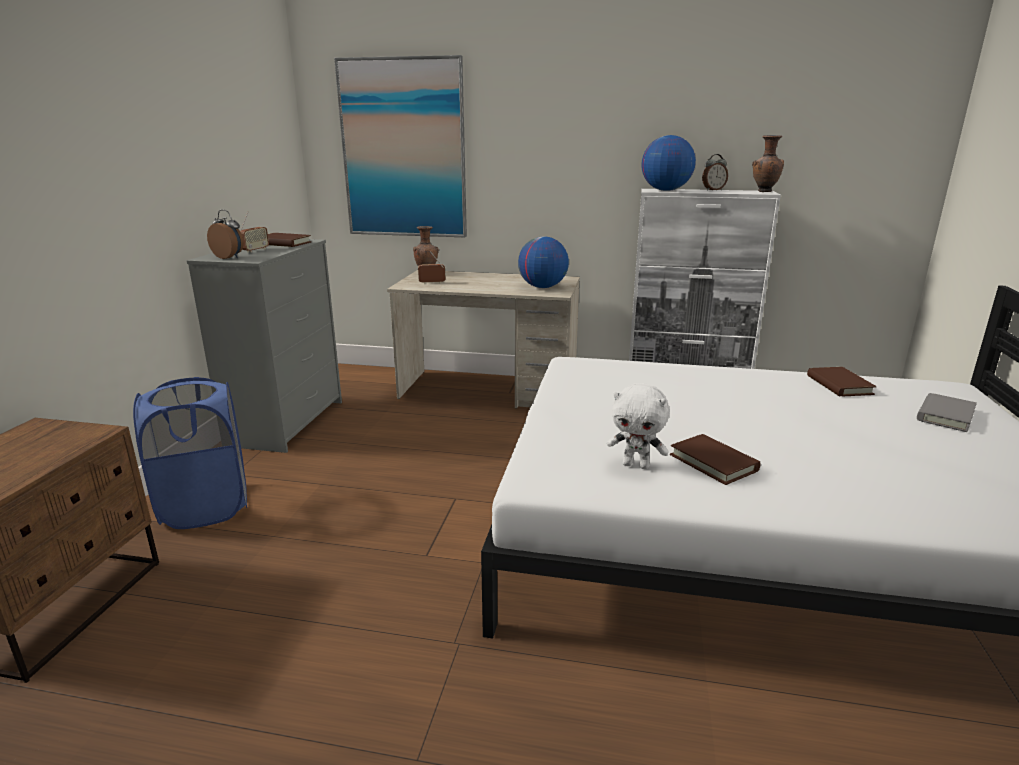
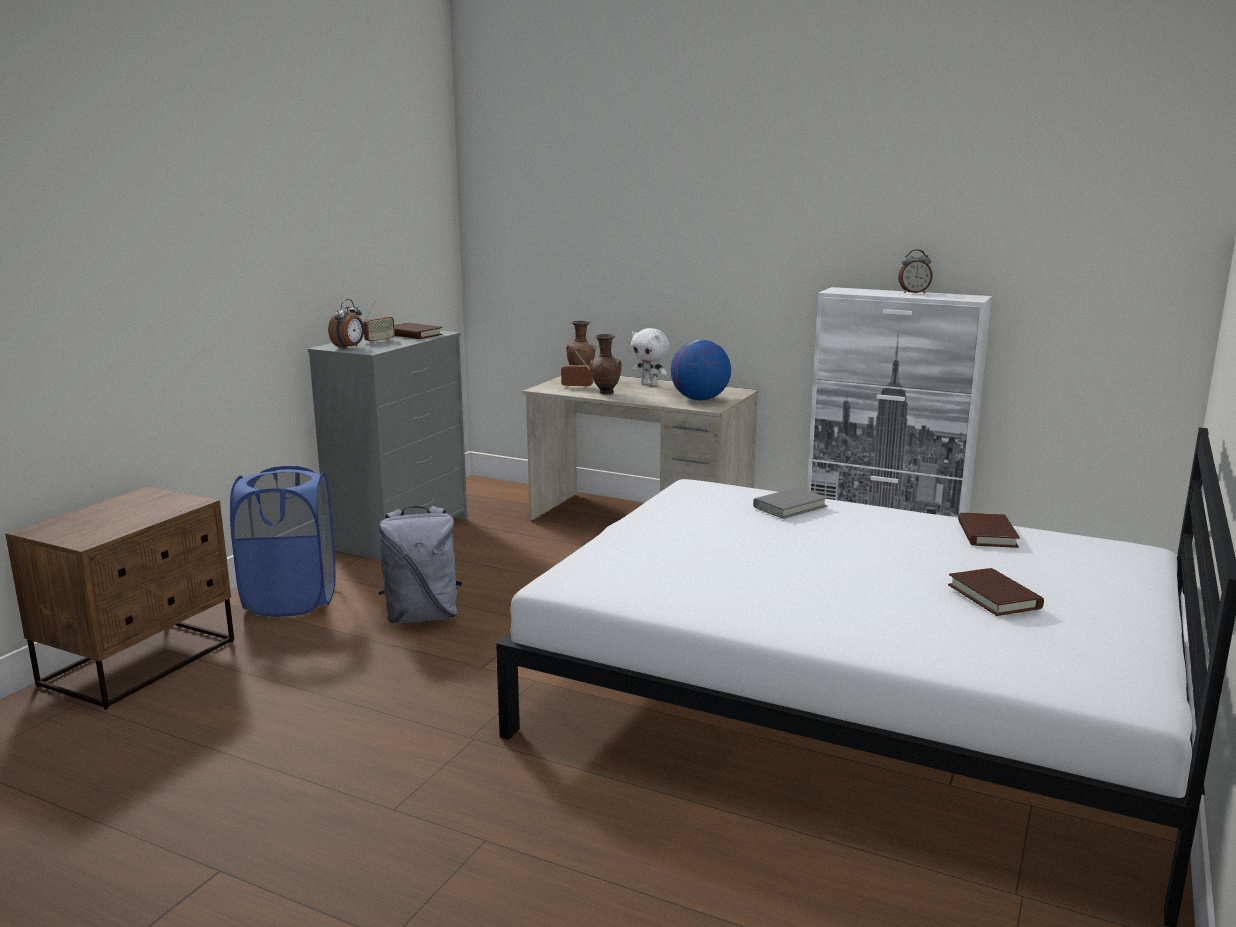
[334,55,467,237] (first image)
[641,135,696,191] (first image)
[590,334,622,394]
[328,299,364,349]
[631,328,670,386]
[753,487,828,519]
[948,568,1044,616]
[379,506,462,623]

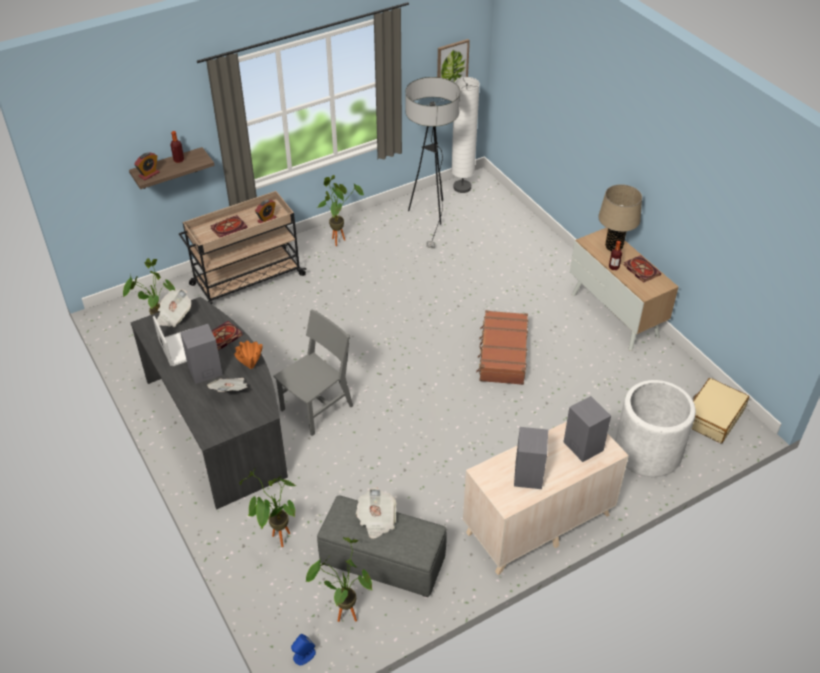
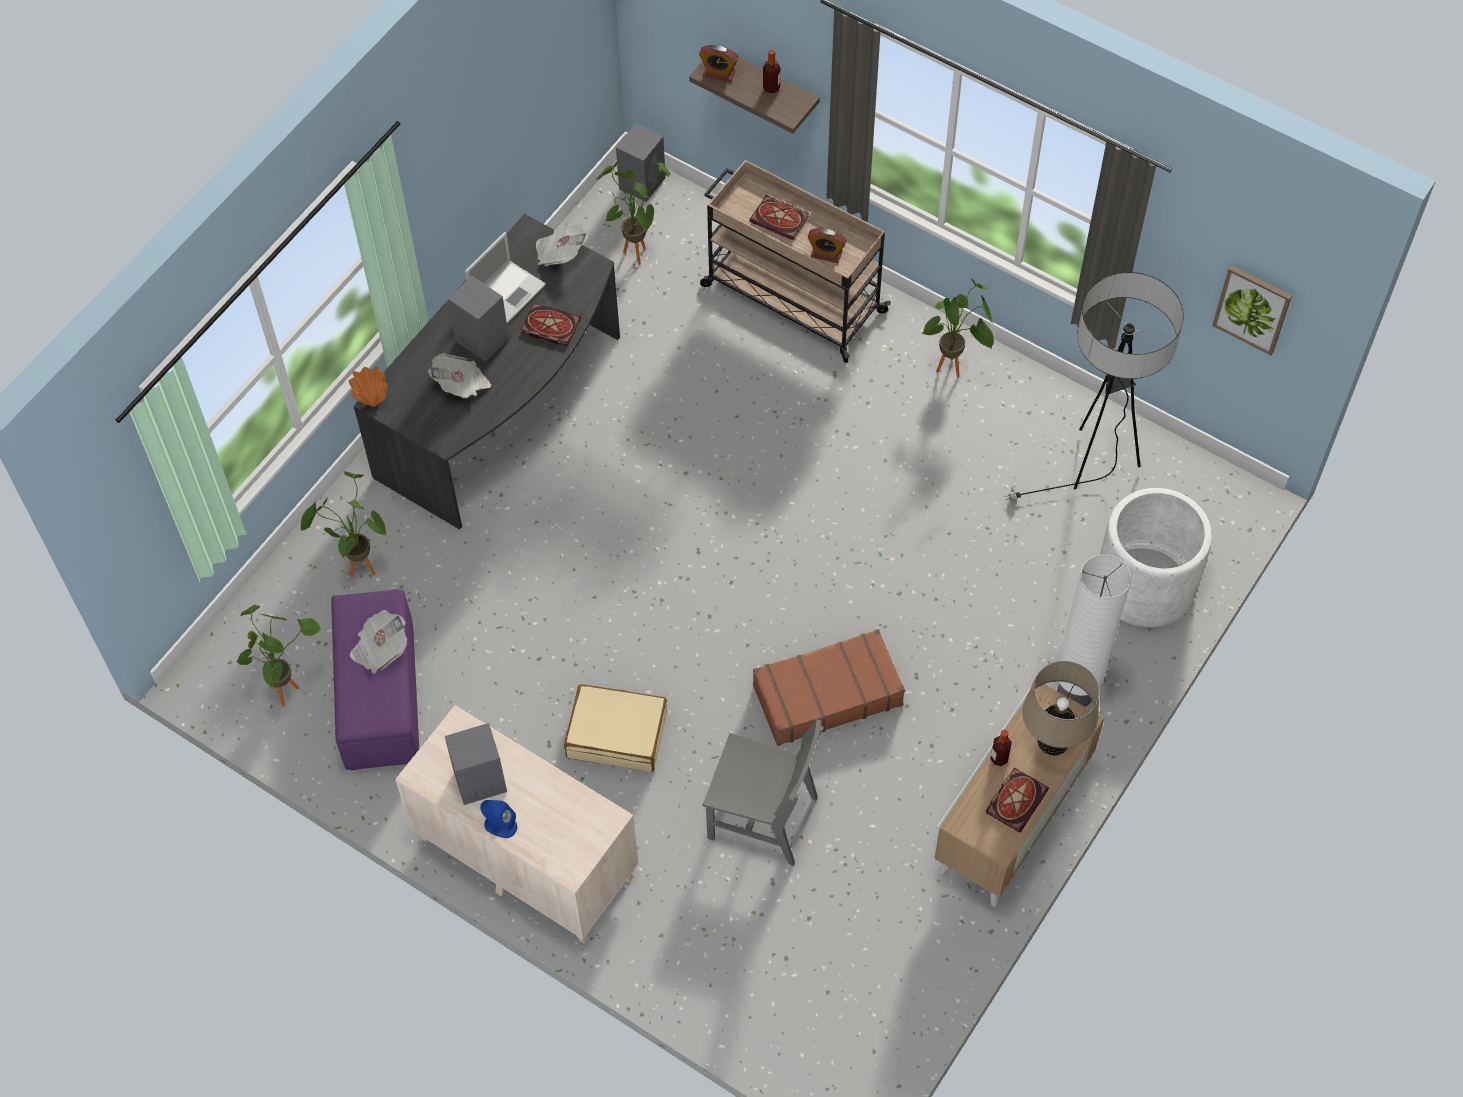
[1058,555,1131,707]
[702,719,824,866]
[348,366,388,407]
[564,684,667,772]
[1100,488,1212,627]
[616,123,666,202]
[331,589,419,770]
[480,800,517,838]

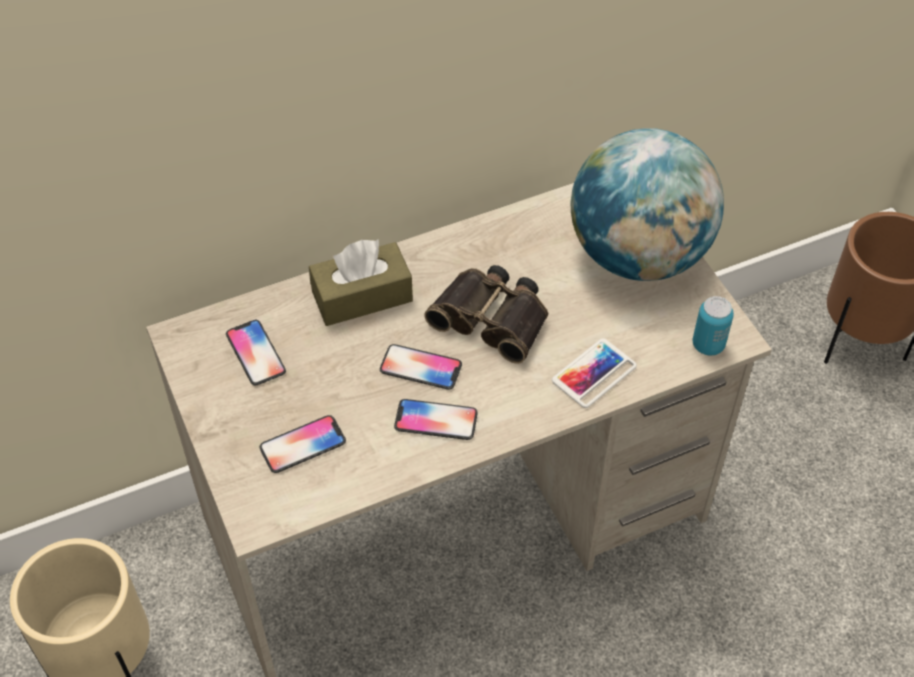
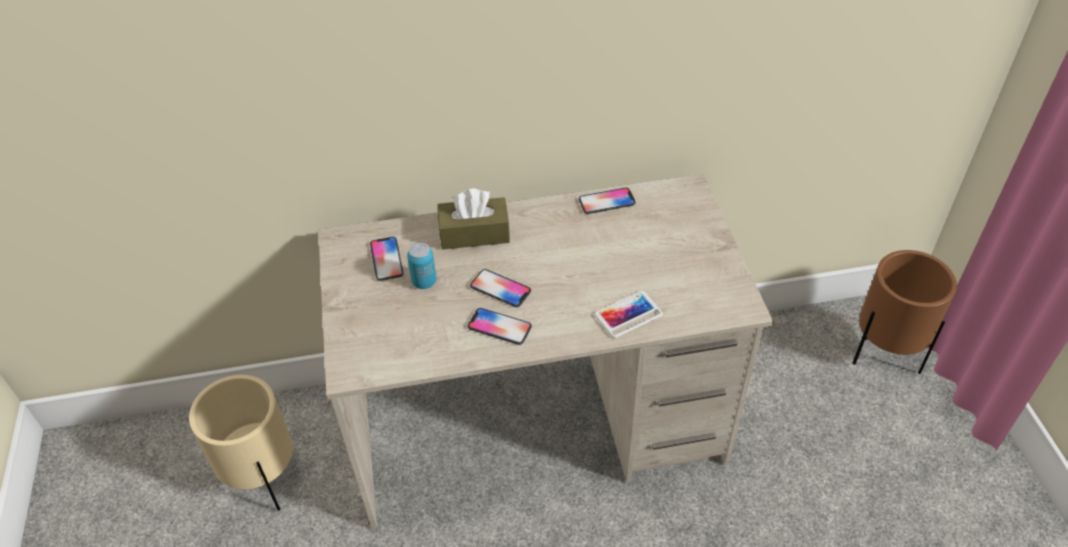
[571,128,724,281] (first image)
[424,265,548,364] (first image)
[407,243,436,289]
[579,188,636,214]

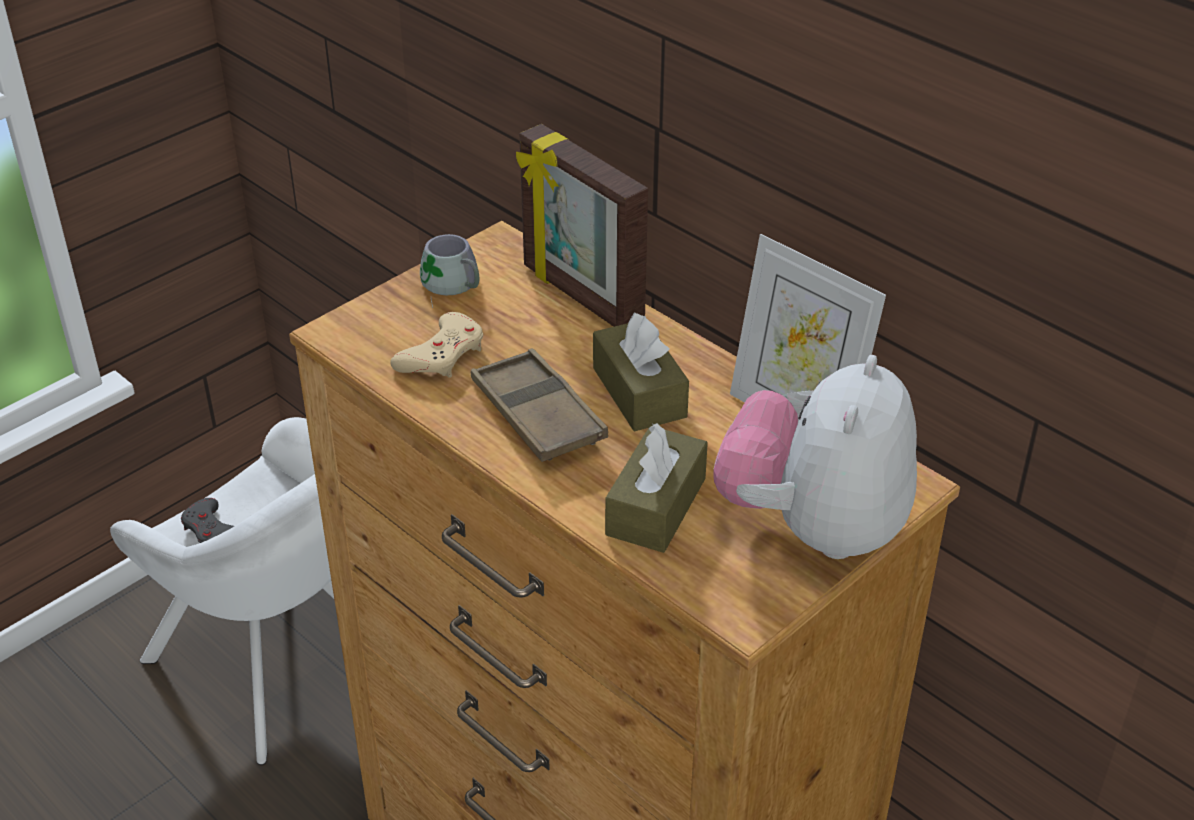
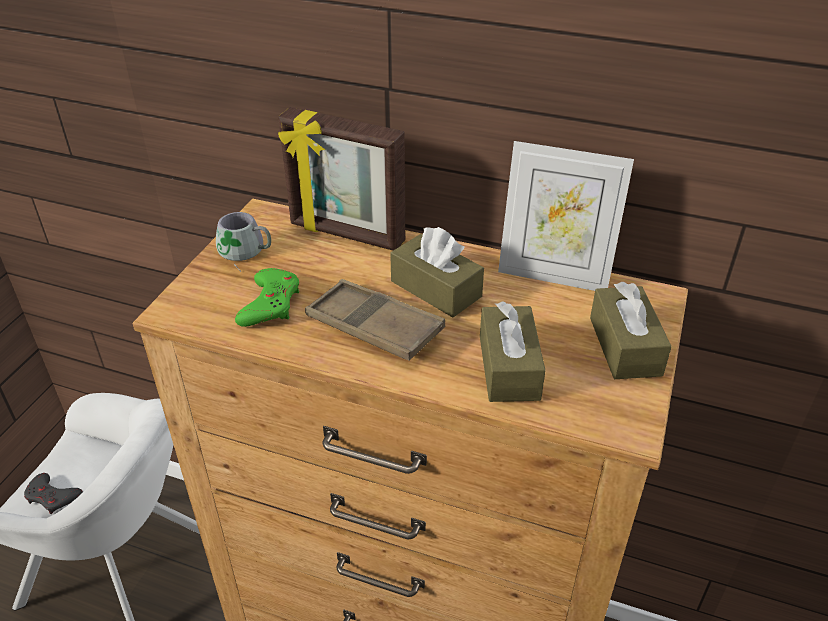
[235,268,299,327]
[590,282,672,379]

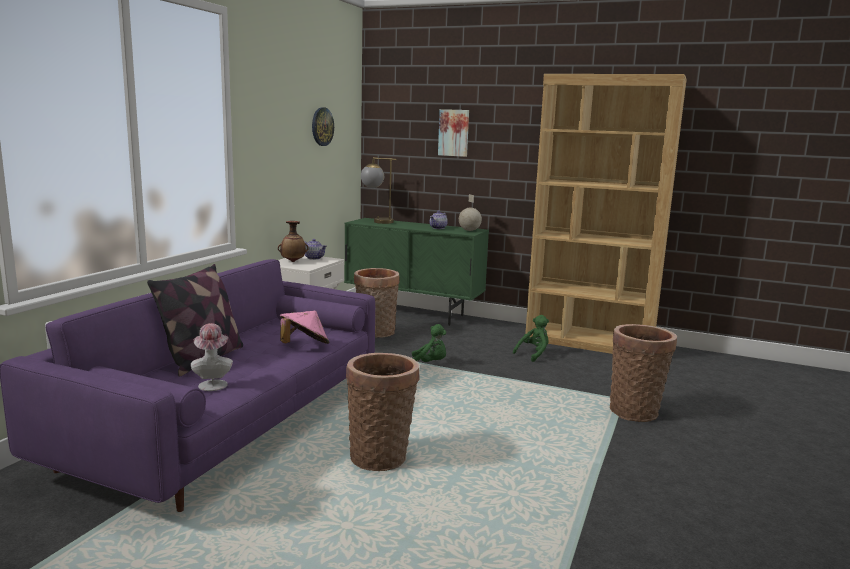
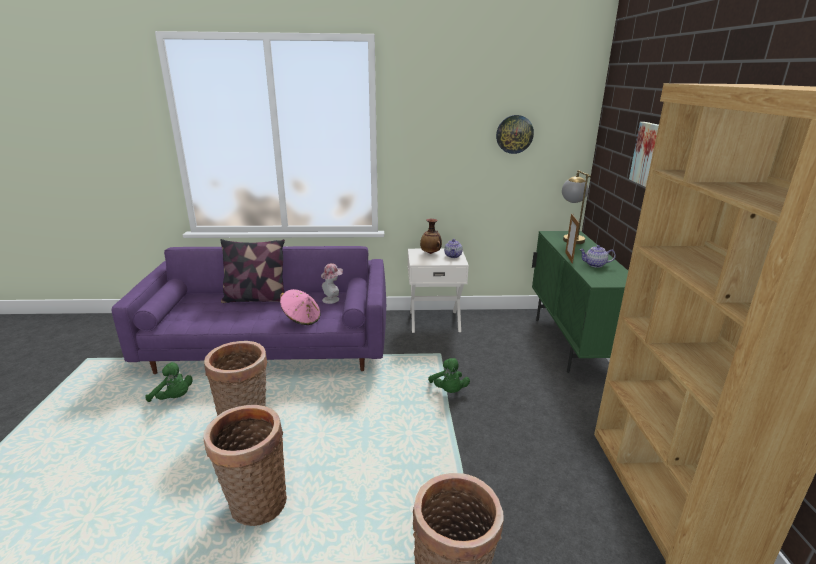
[459,194,482,231] (first image)
[203,405,287,526]
[145,362,193,402]
[321,263,343,304]
[565,214,579,264]

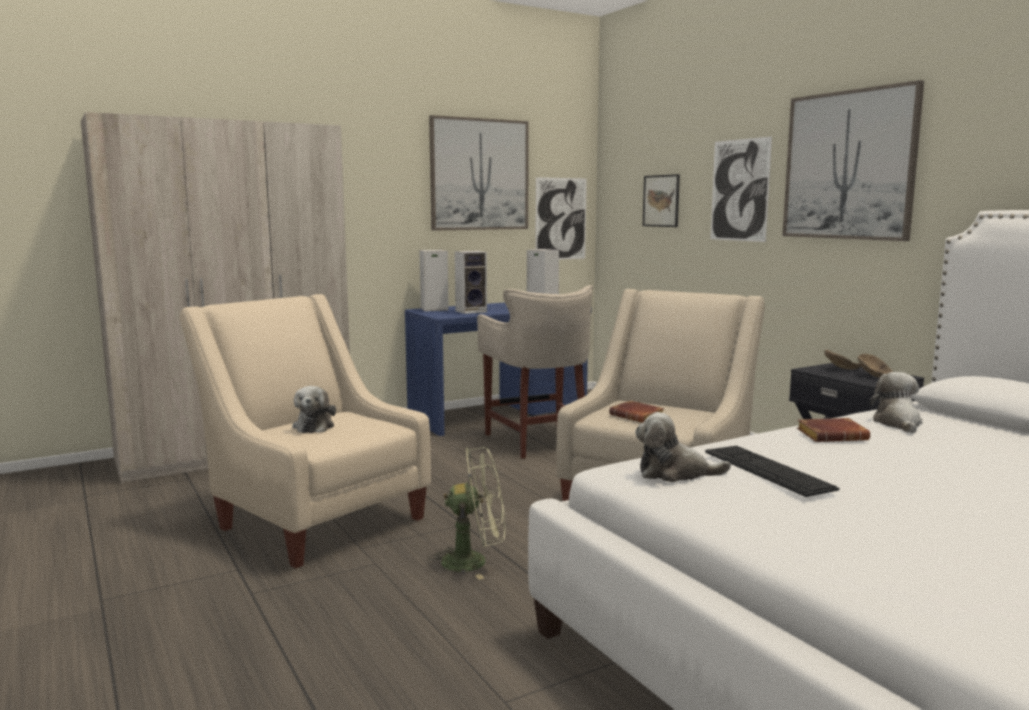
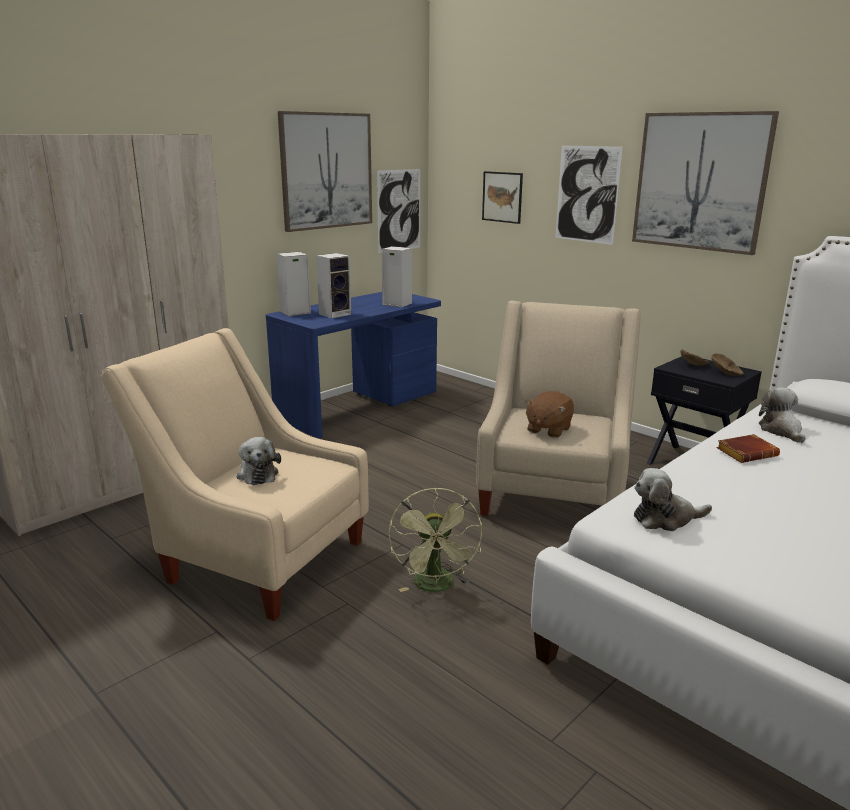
[477,285,593,459] (first image)
[525,391,574,438]
[705,446,840,497] (first image)
[388,487,482,592]

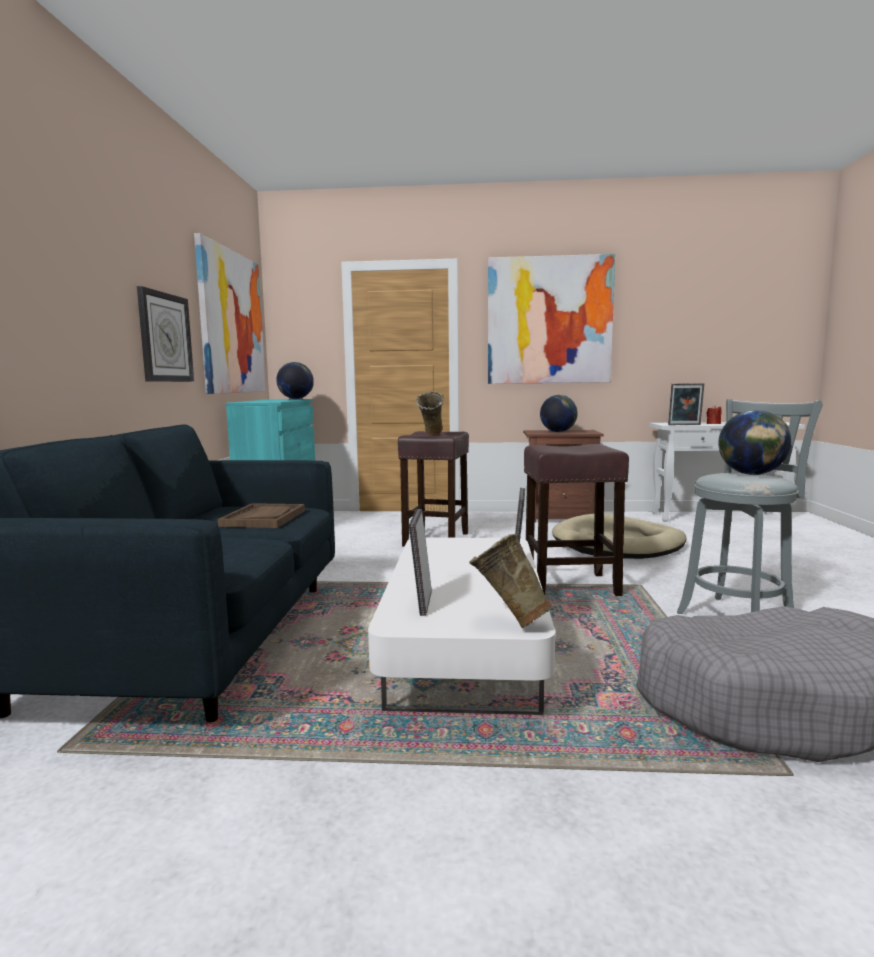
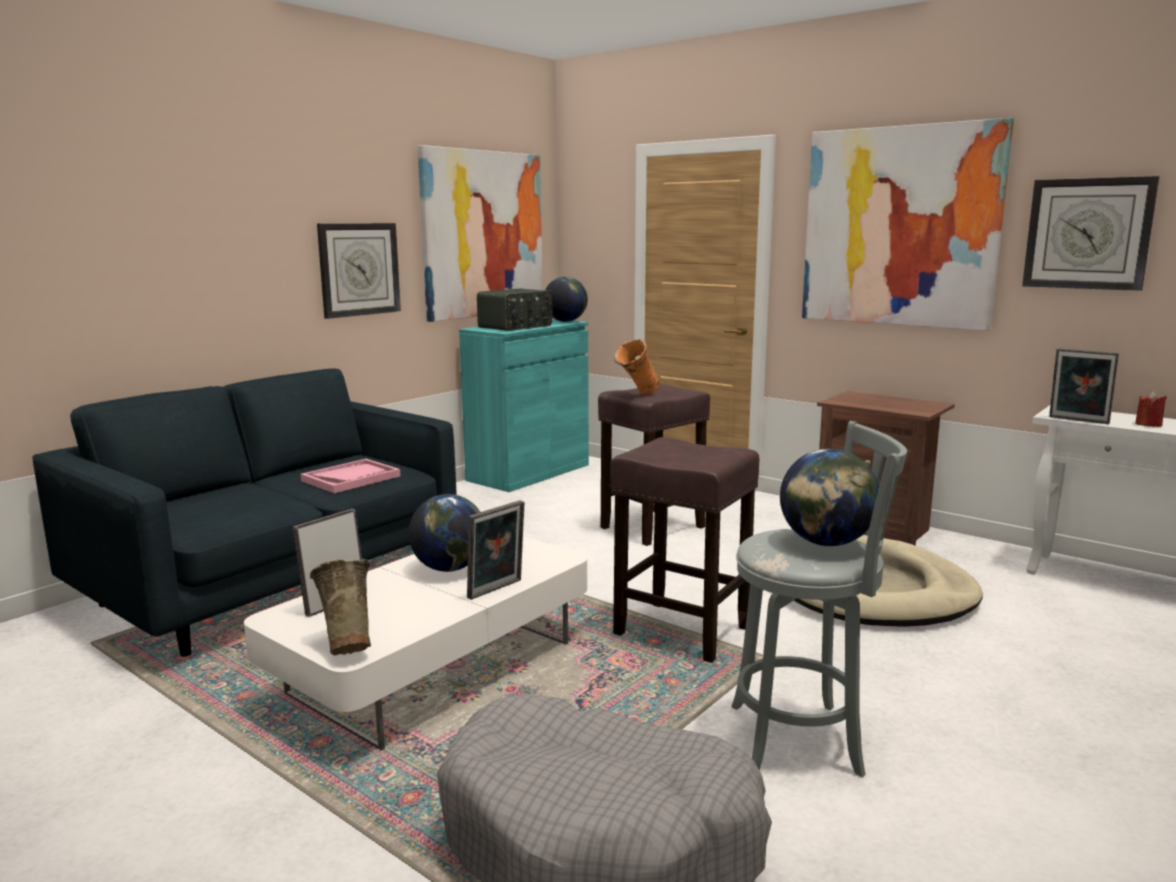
[614,339,660,395]
[409,494,480,572]
[301,459,400,493]
[1022,176,1159,291]
[477,288,553,331]

